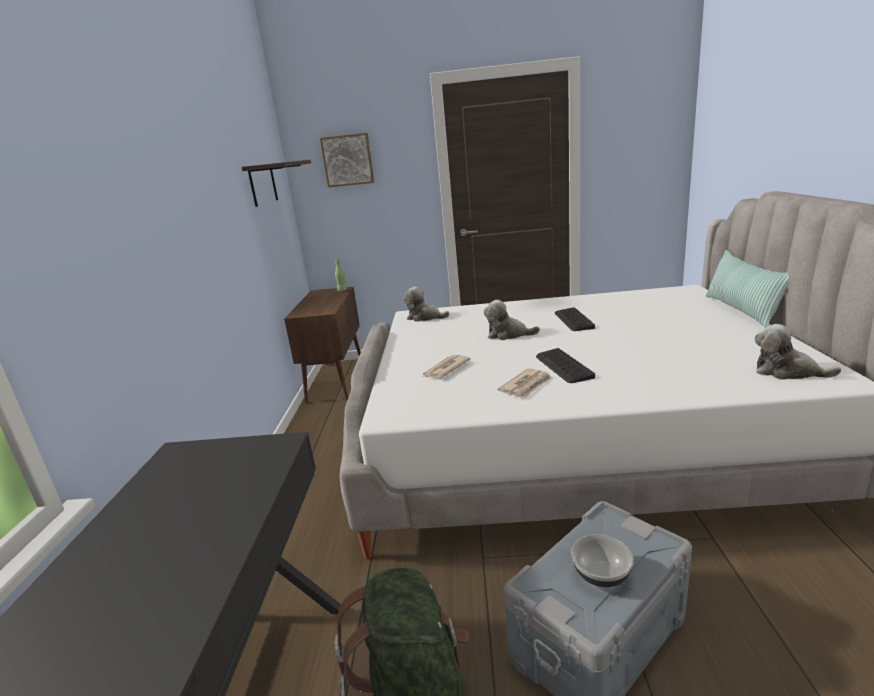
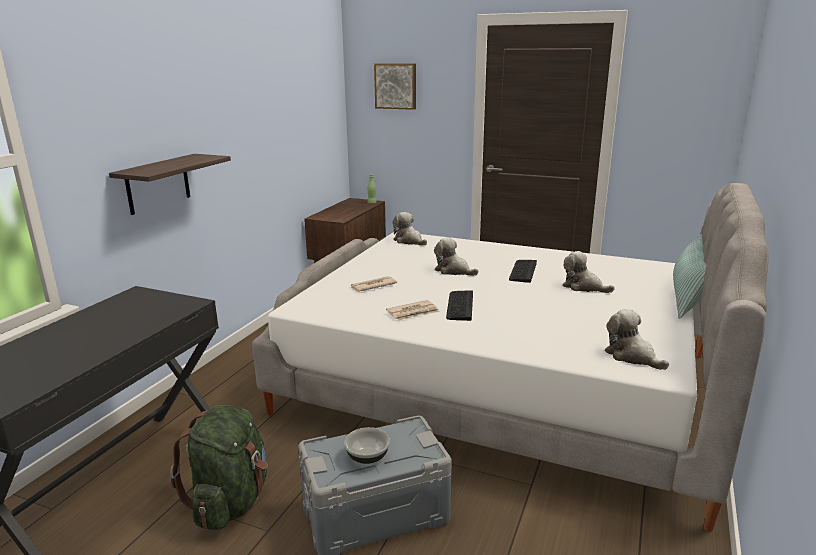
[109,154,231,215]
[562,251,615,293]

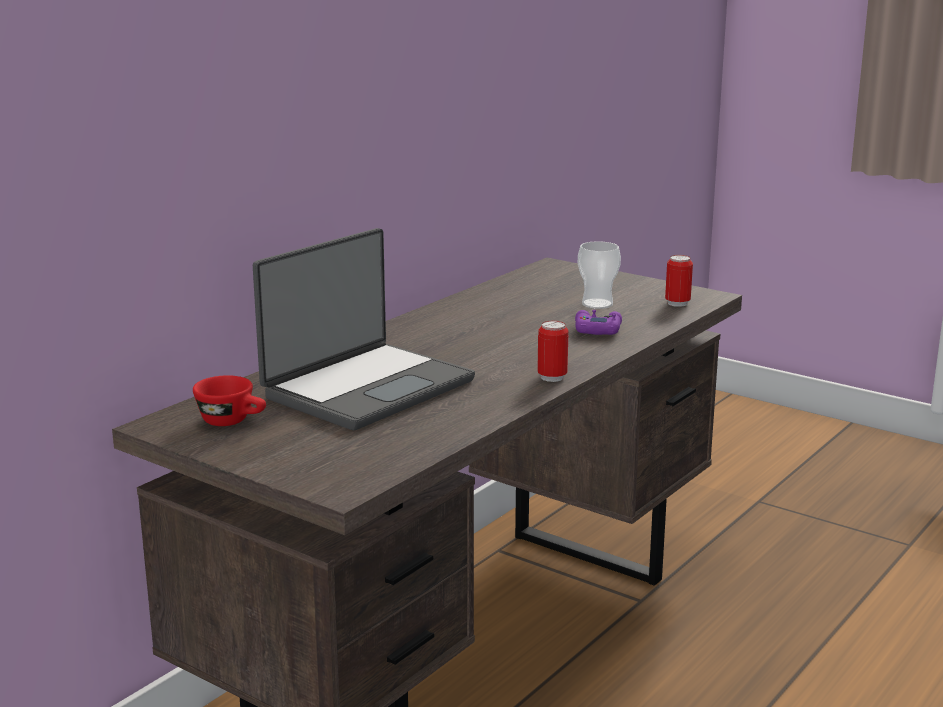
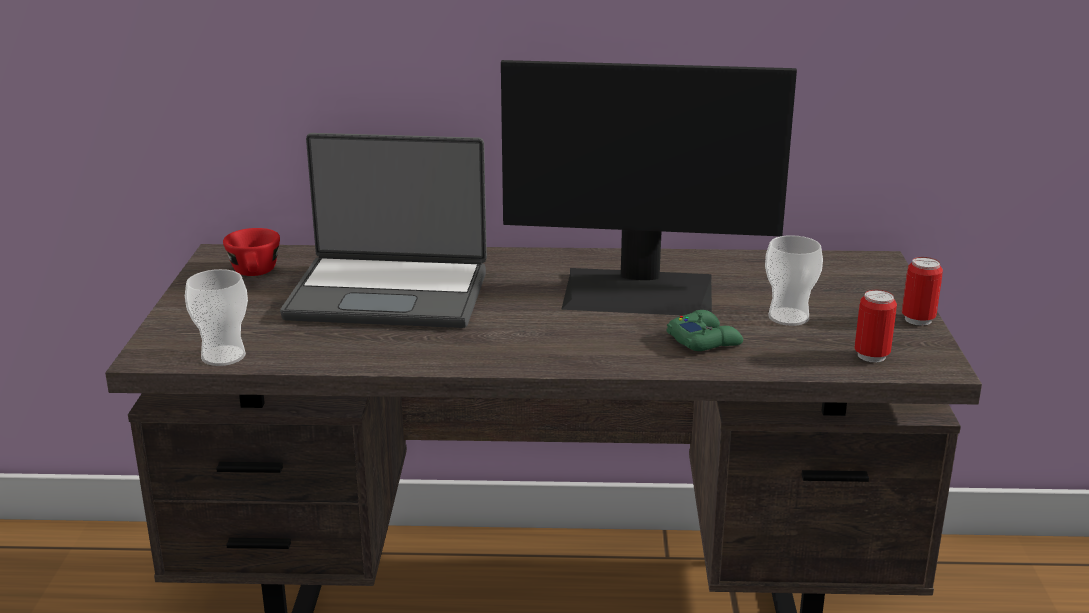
[666,310,743,351]
[902,257,943,326]
[501,60,797,316]
[185,269,248,366]

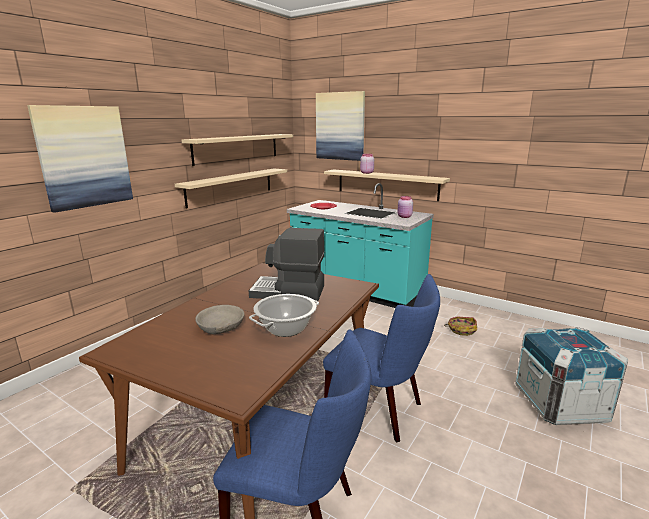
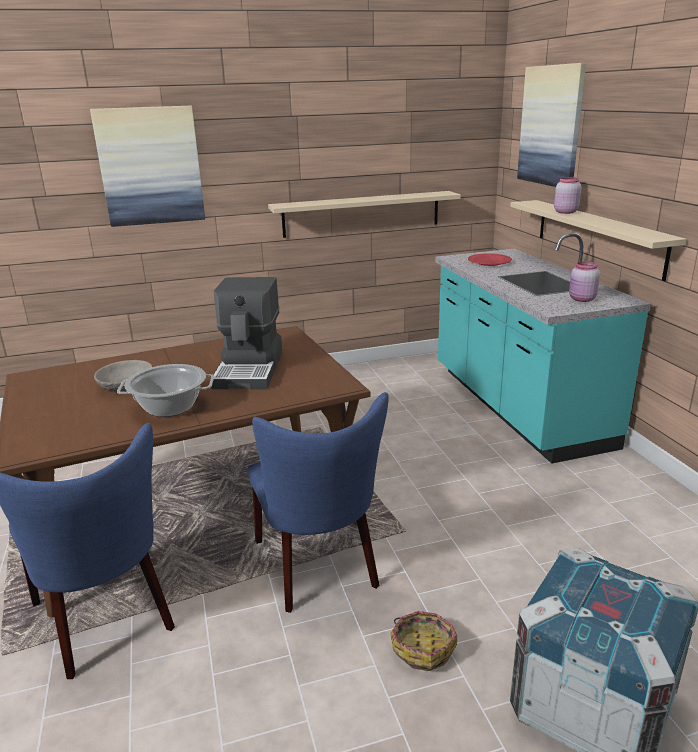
[182,134,293,166] (first image)
[210,277,282,389]
[390,611,457,671]

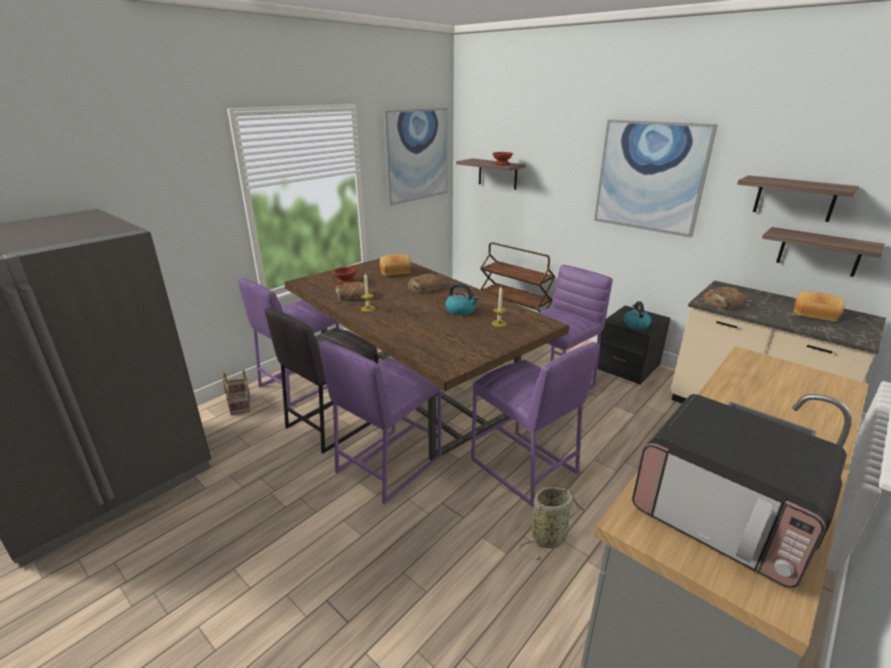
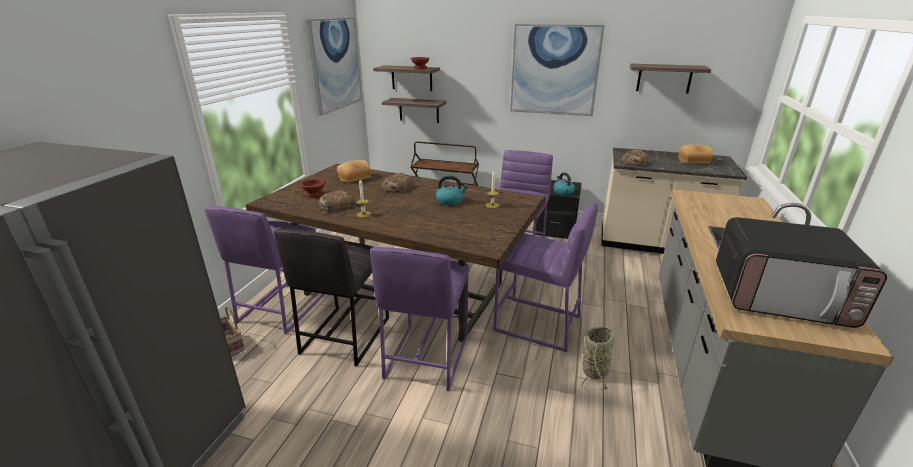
[382,98,447,123]

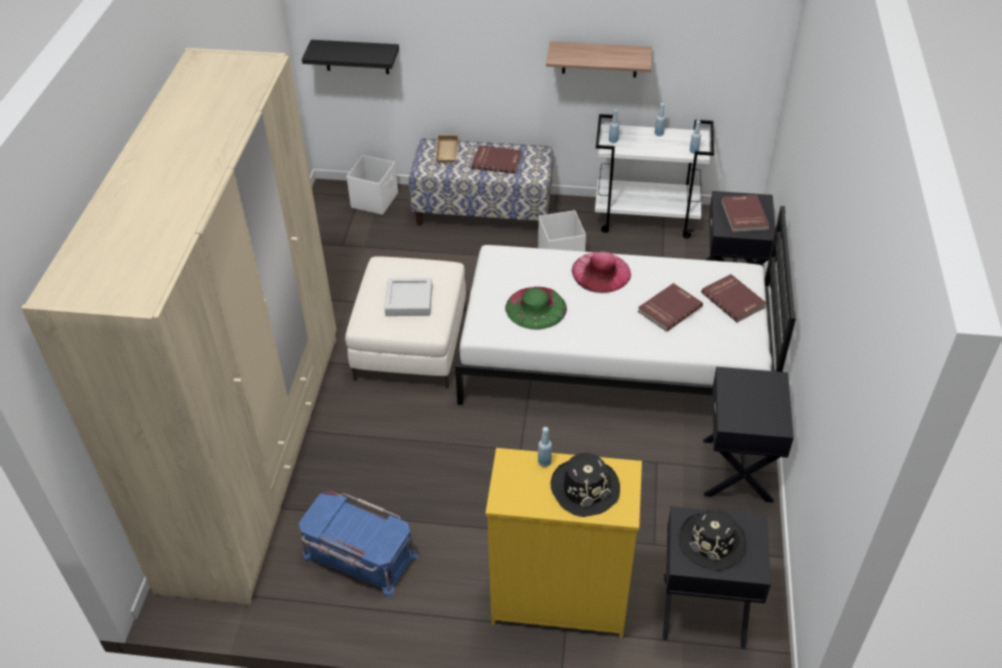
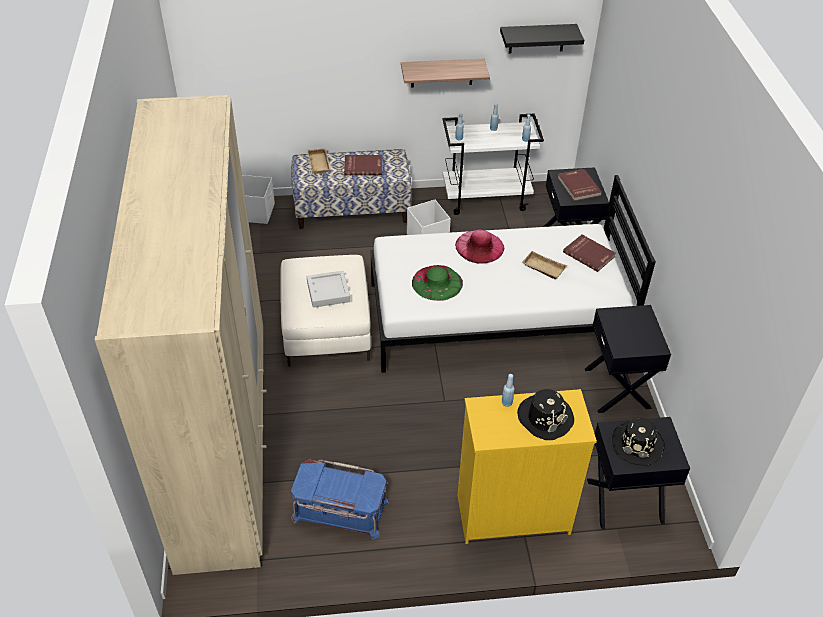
[500,24,584,54]
[521,251,567,279]

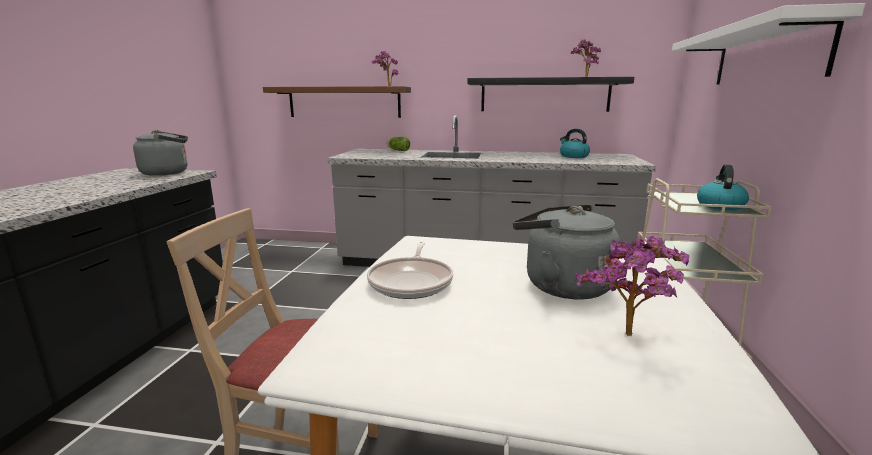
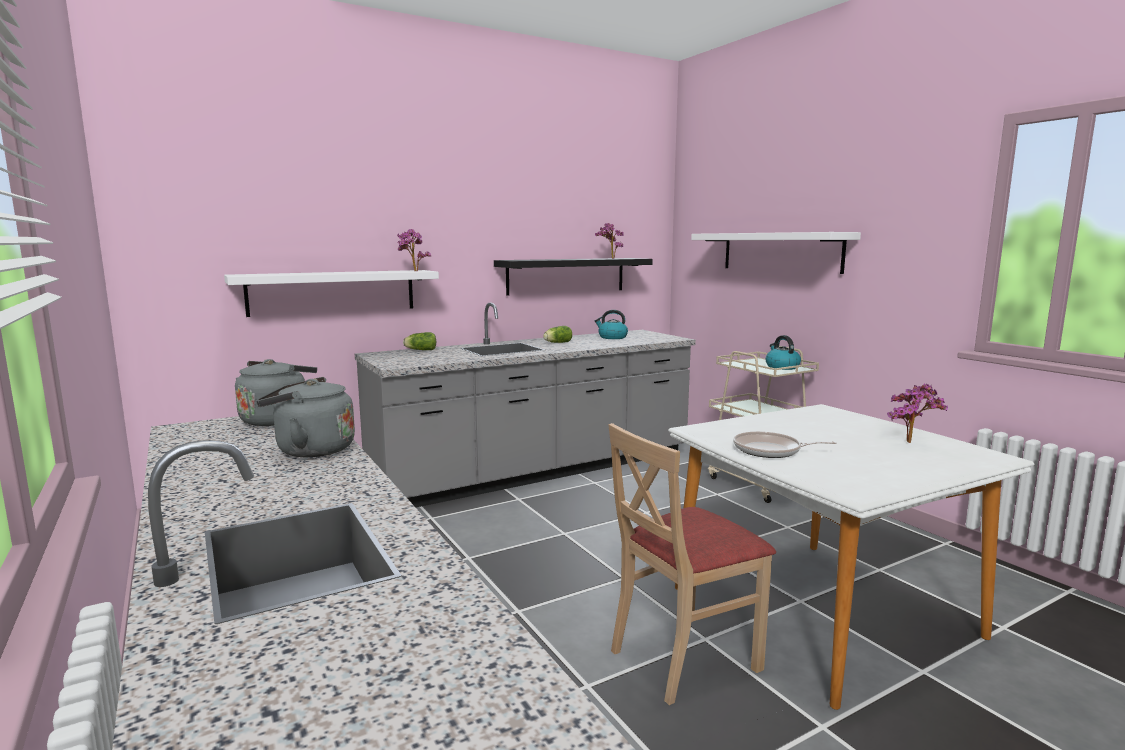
[224,270,439,317]
[256,377,355,457]
[733,432,837,458]
[543,326,572,343]

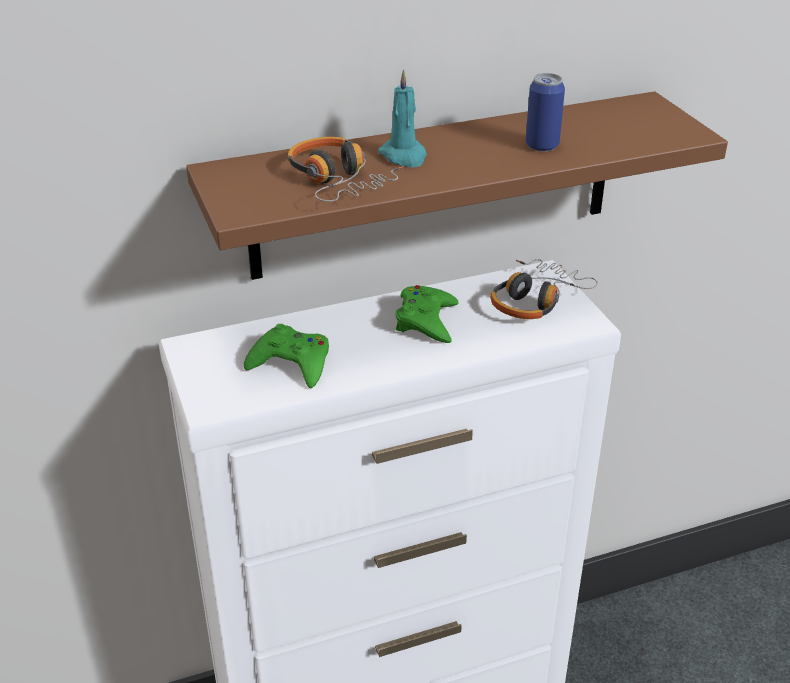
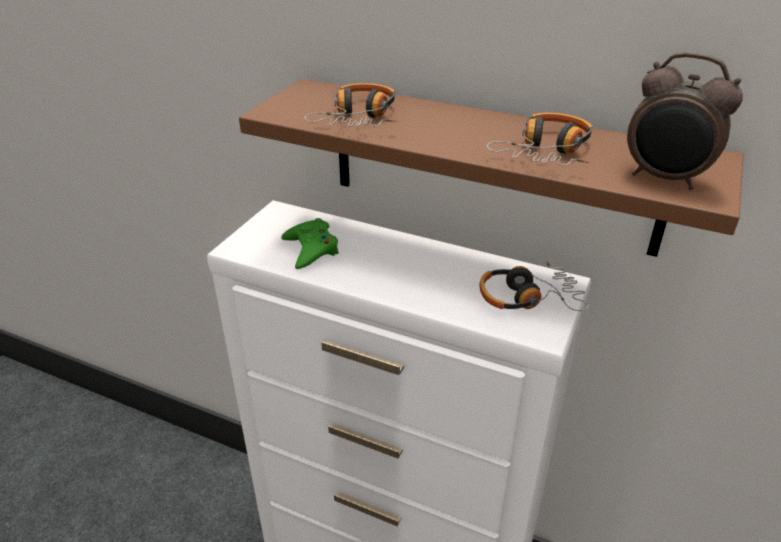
[378,69,427,167] (first image)
[487,113,592,166]
[395,285,459,343] (first image)
[627,52,743,190]

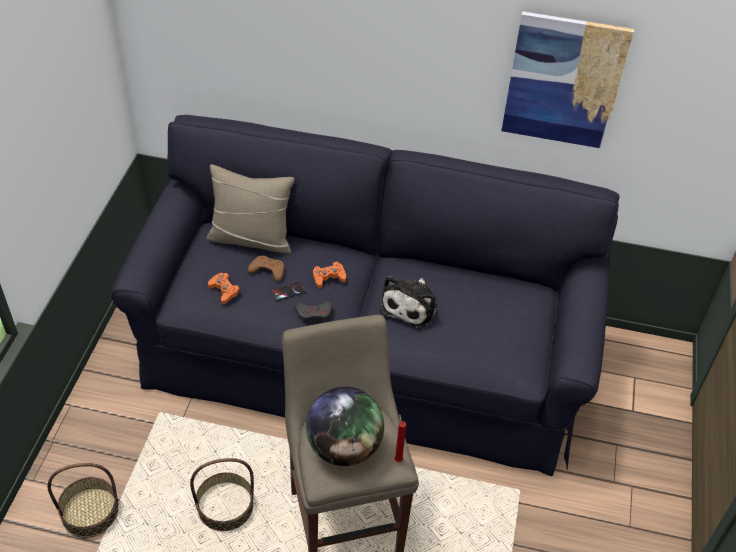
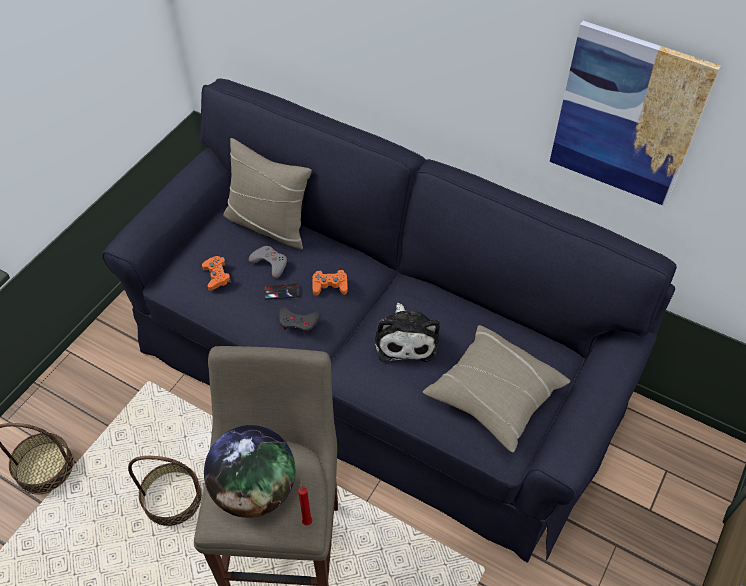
[249,246,287,278]
[375,303,440,362]
[423,325,570,452]

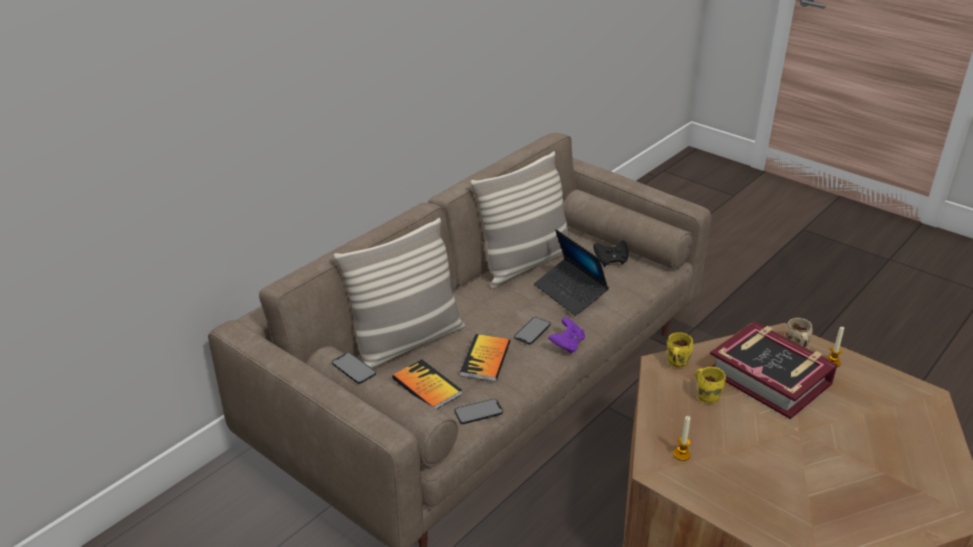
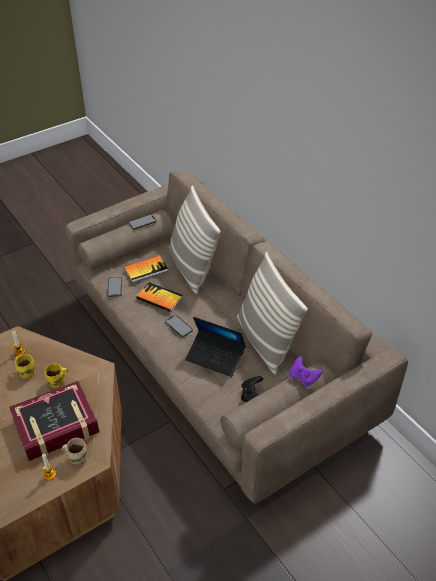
[185,317,246,377]
[289,356,323,387]
[15,354,34,379]

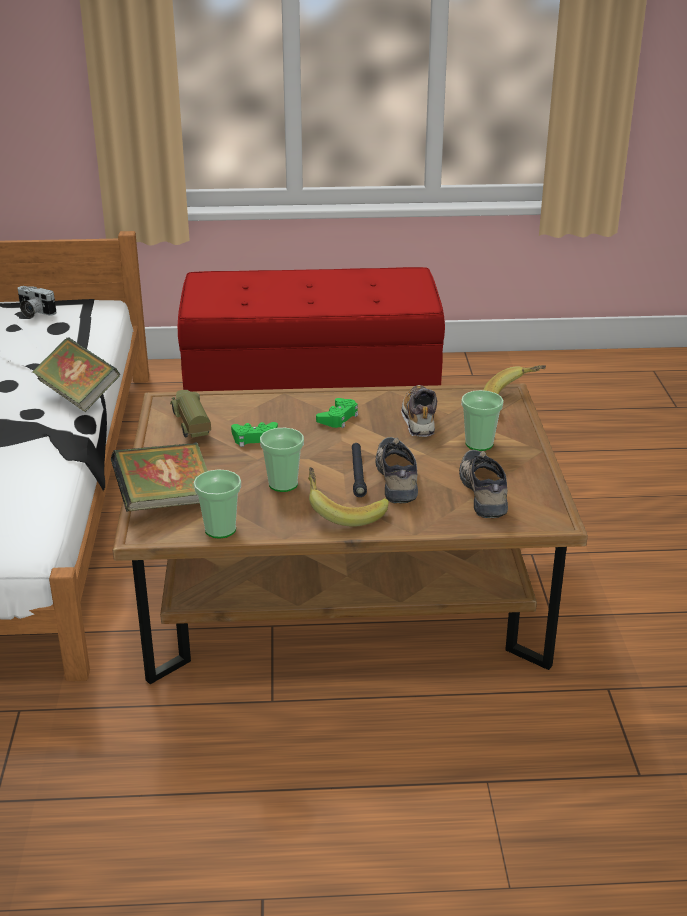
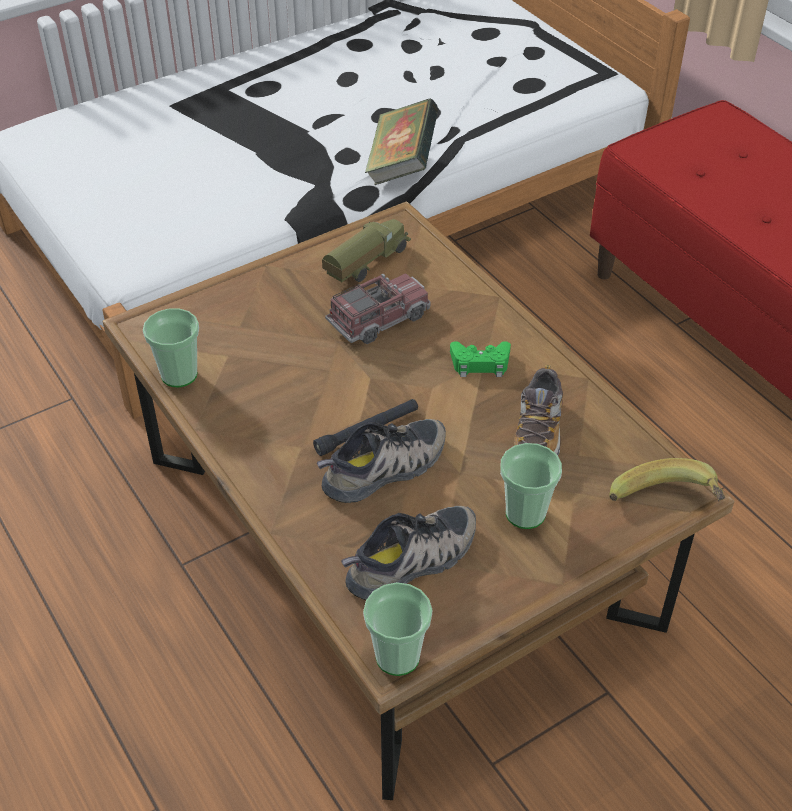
[17,286,57,318] (first image)
[514,365,563,455]
[325,273,431,344]
[363,582,432,676]
[111,443,208,511] (first image)
[308,467,389,527] (first image)

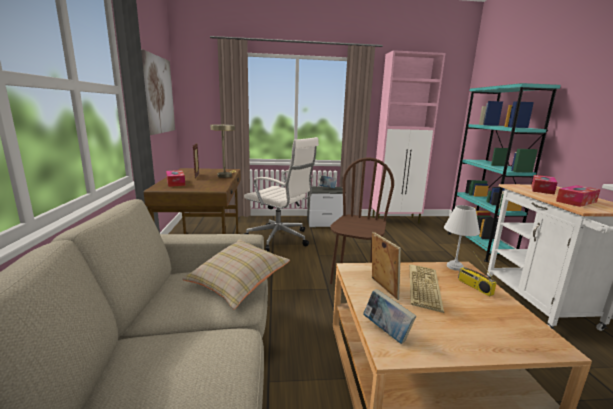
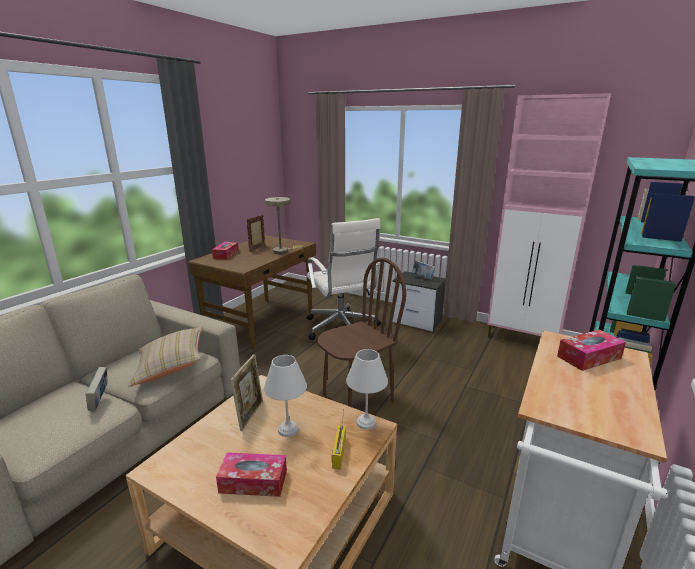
[141,49,175,135] (first image)
[216,452,287,497]
[264,355,307,437]
[85,367,108,411]

